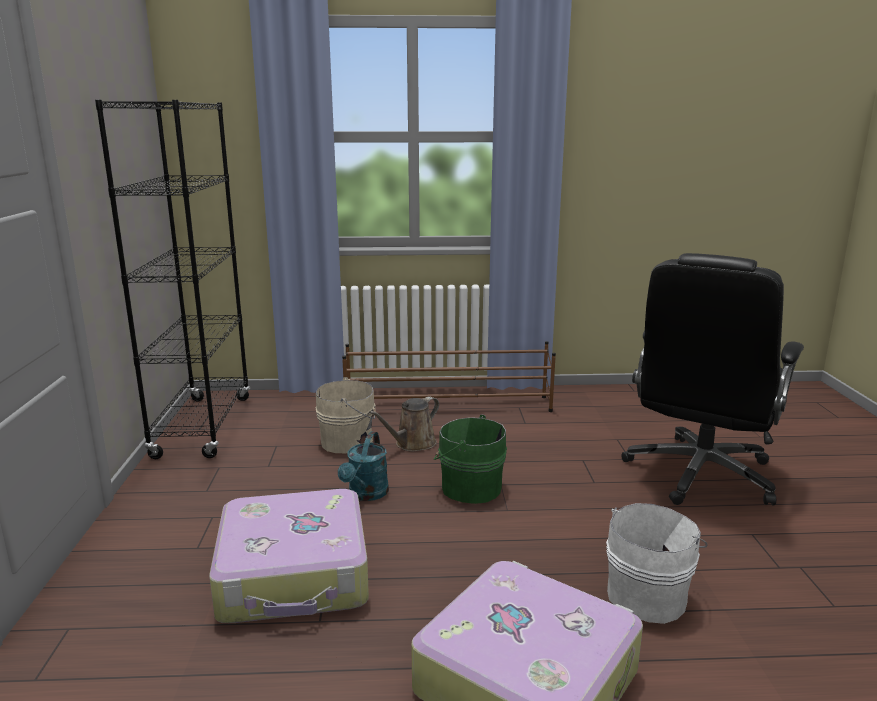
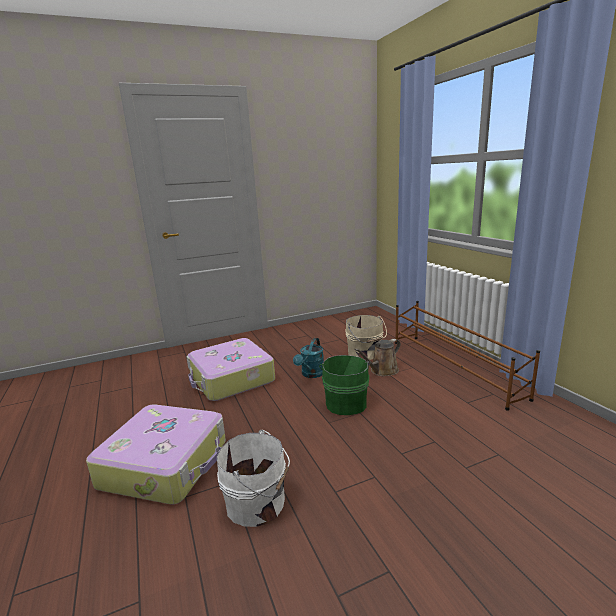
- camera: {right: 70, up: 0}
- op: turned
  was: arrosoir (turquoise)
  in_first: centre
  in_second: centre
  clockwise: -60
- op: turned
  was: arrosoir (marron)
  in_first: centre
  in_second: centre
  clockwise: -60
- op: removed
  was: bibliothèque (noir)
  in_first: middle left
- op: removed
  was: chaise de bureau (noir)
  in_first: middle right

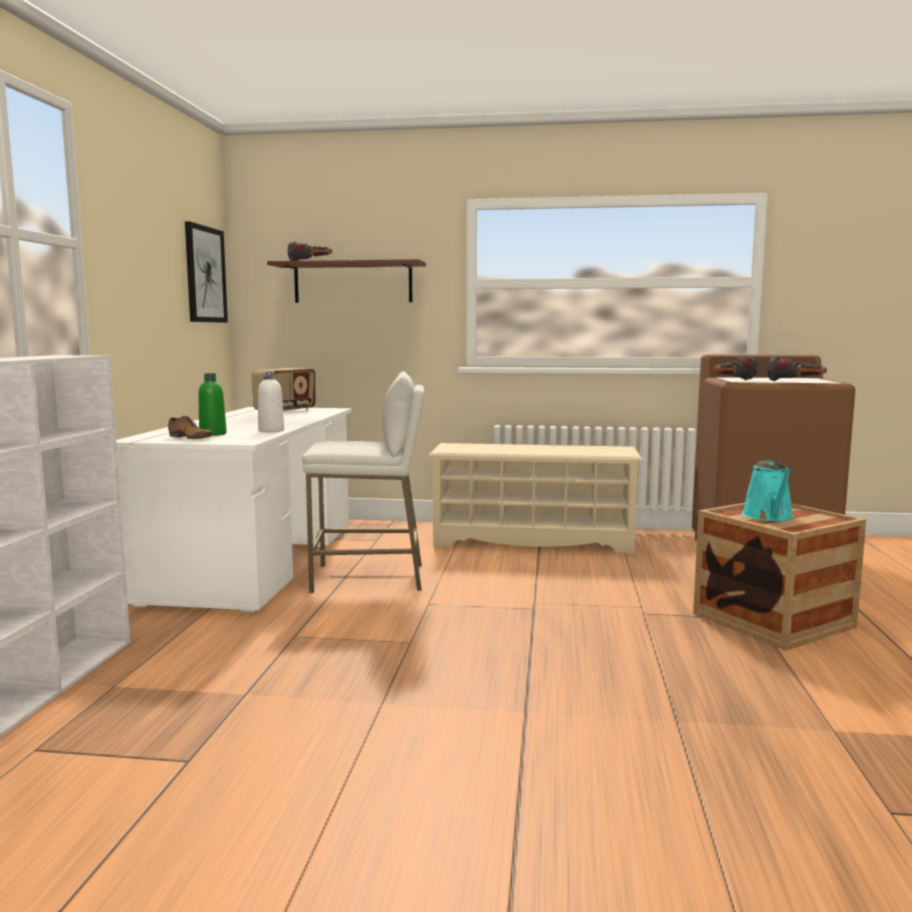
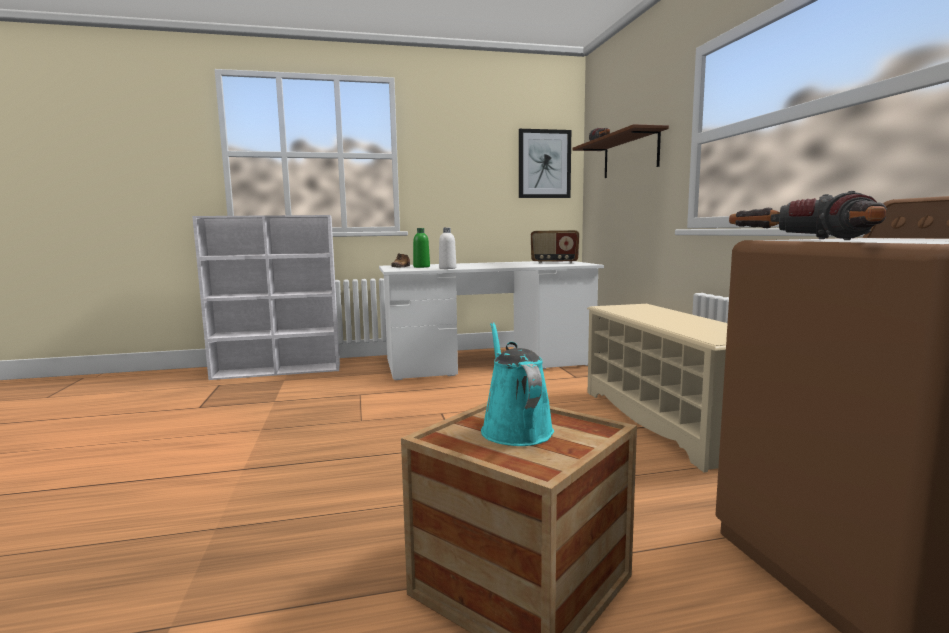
- camera: {right: 70, up: 0}
- op: turned
  was: arrosoir (turquoise)
  in_first: middle right
  in_second: centre
  clockwise: 90
- op: removed
  was: tabouret (blanc)
  in_first: centre

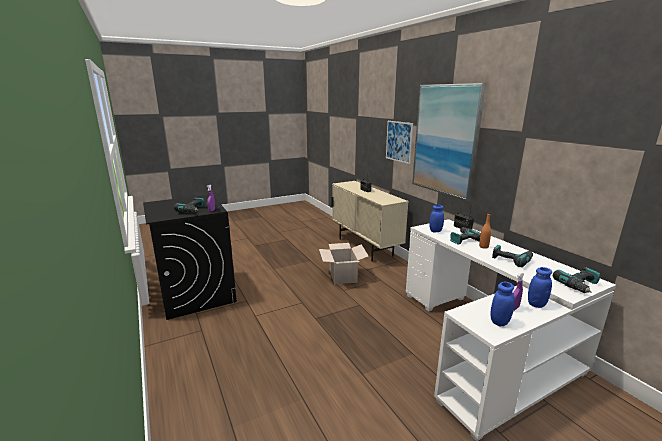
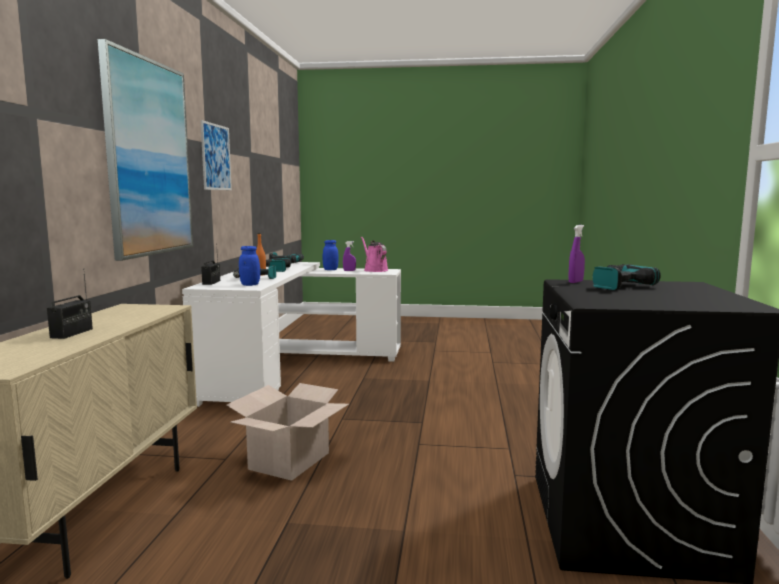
- camera: {right: -145, up: -10}
- op: moved
  was: tableau (1st from left in the first image)
  now: tableau (2nd from left)
  in_first: top centre
  in_second: top left
- op: replaced
  was: bocal (bleu) (2nd from left)
  now: arrosoir (rose)
  in_first: bottom right
  in_second: centre

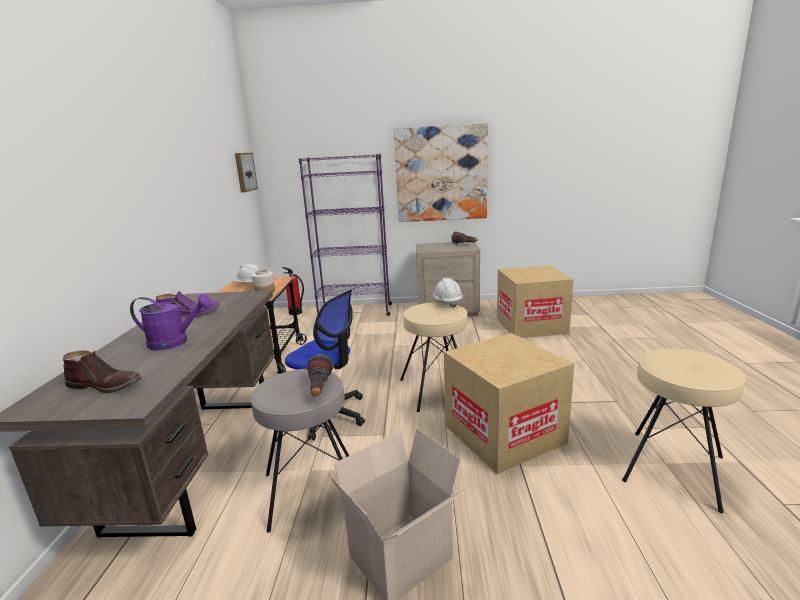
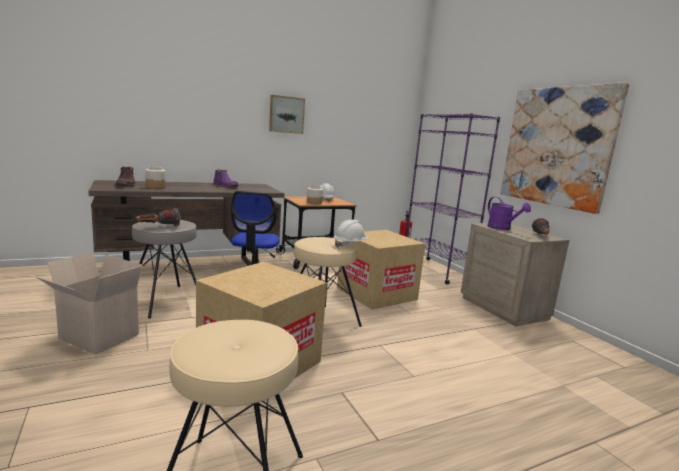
- camera: {right: 60, up: -5}
- op: added
  now: bocal (1st from left)
  in_second: middle left
- op: moved
  was: tableau (1st from left)
  in_first: top left
  in_second: top centre
- op: moved
  was: carton (3rd from left)
  in_first: middle right
  in_second: centre
- op: moved
  was: arrosoir (violet)
  in_first: middle left
  in_second: middle right

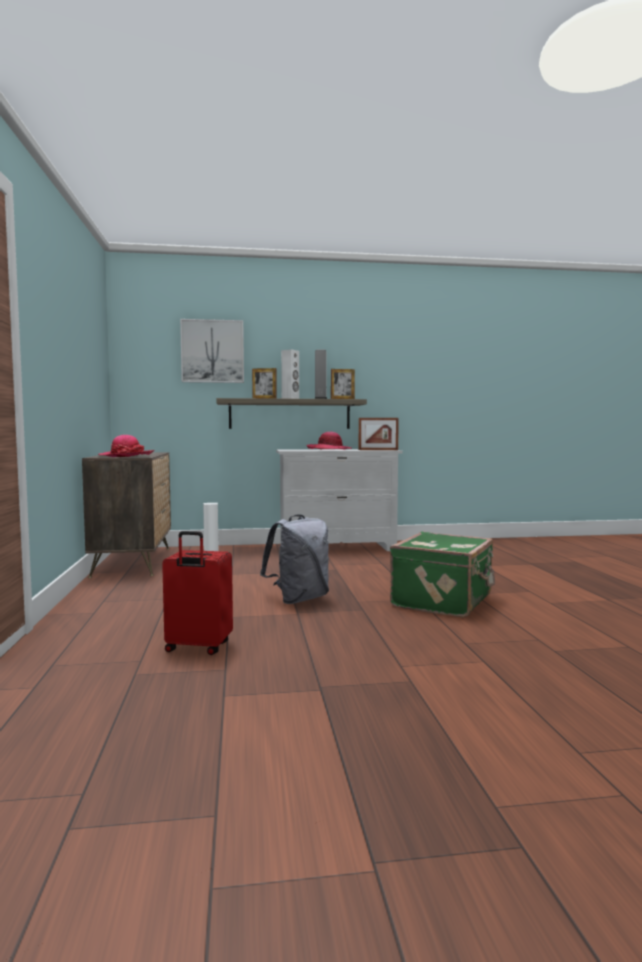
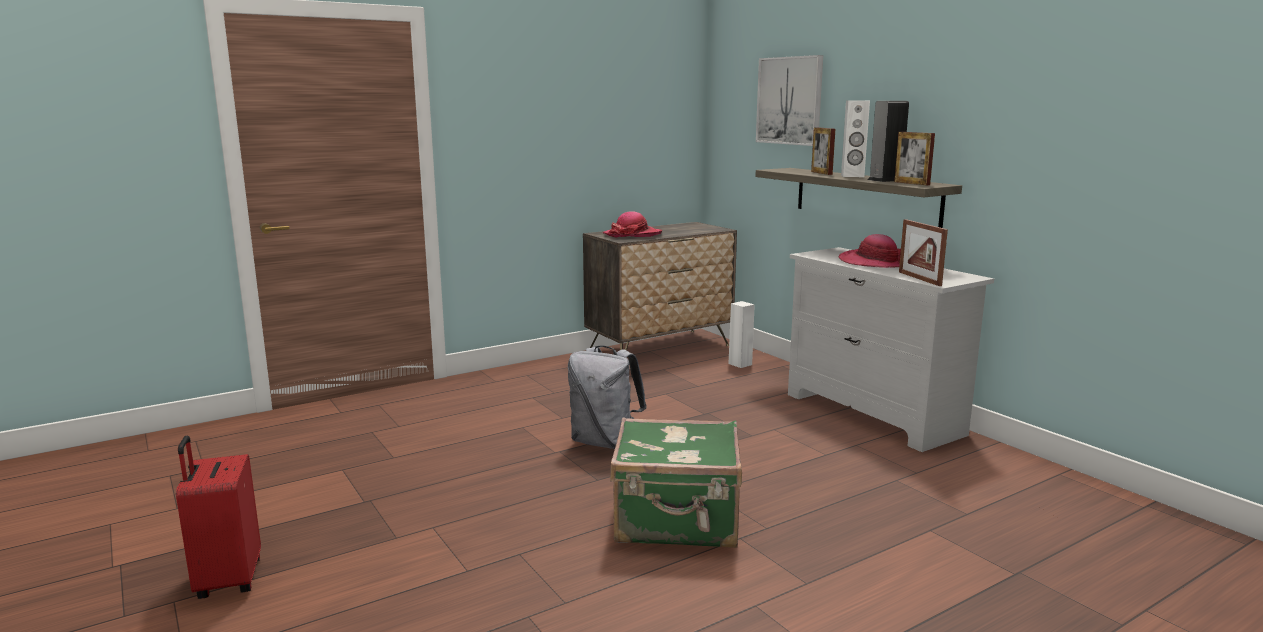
- camera: {right: 65, up: 10}
- op: moved
  was: valise (rouge)
  in_first: middle left
  in_second: bottom left

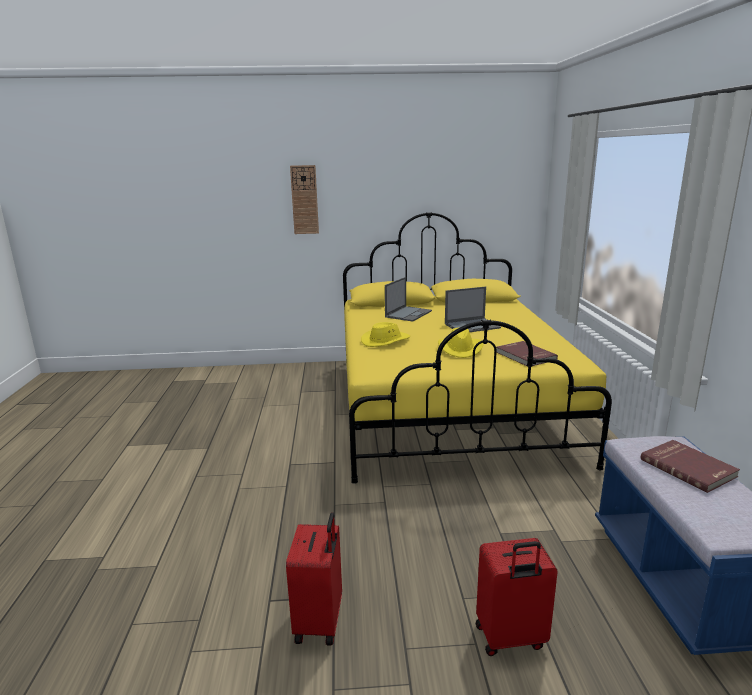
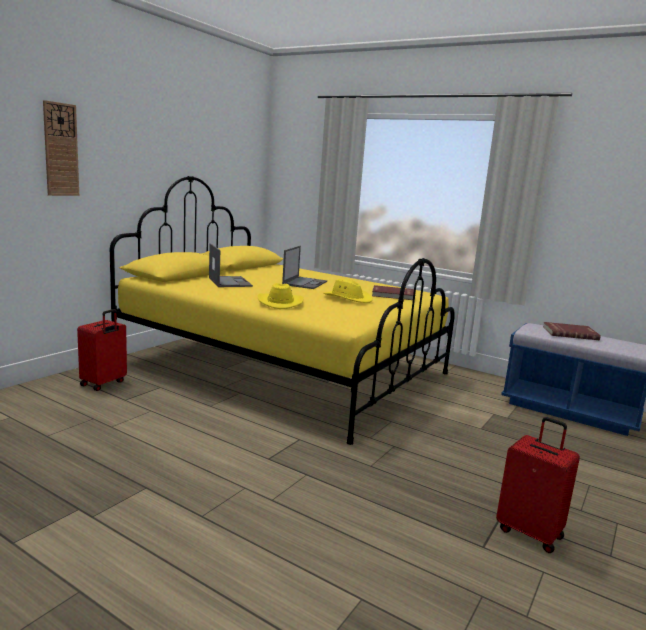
- camera: {right: -55, up: -5}
- op: moved
  was: valise (rouge) (2nd from left in the first image)
  now: valise (rouge) (1st from left)
  in_first: bottom right
  in_second: middle left

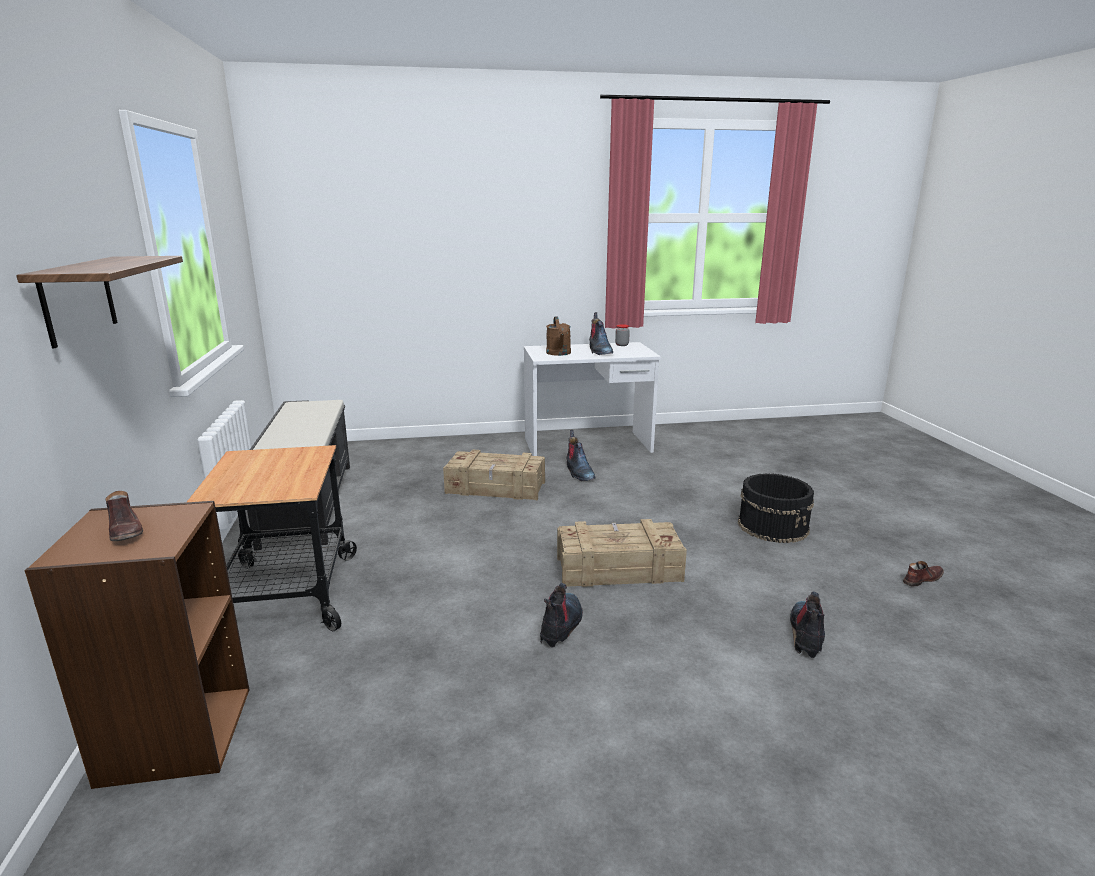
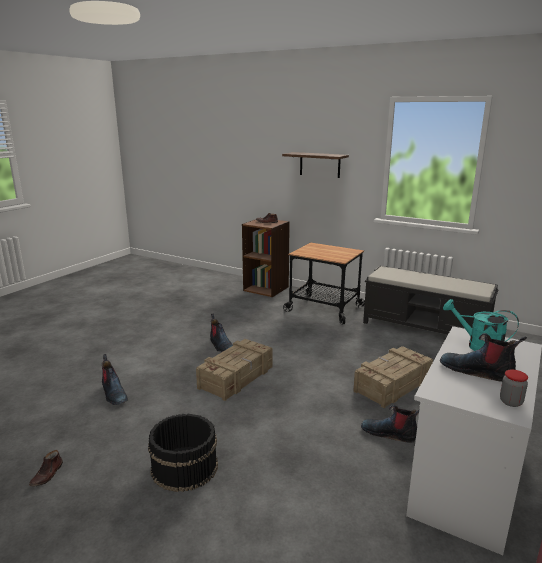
- camera: {right: 130, up: 0}
- op: recoloured
  was: arrosoir (marron)
  now: arrosoir (turquoise)
  in_first: centre
  in_second: middle right

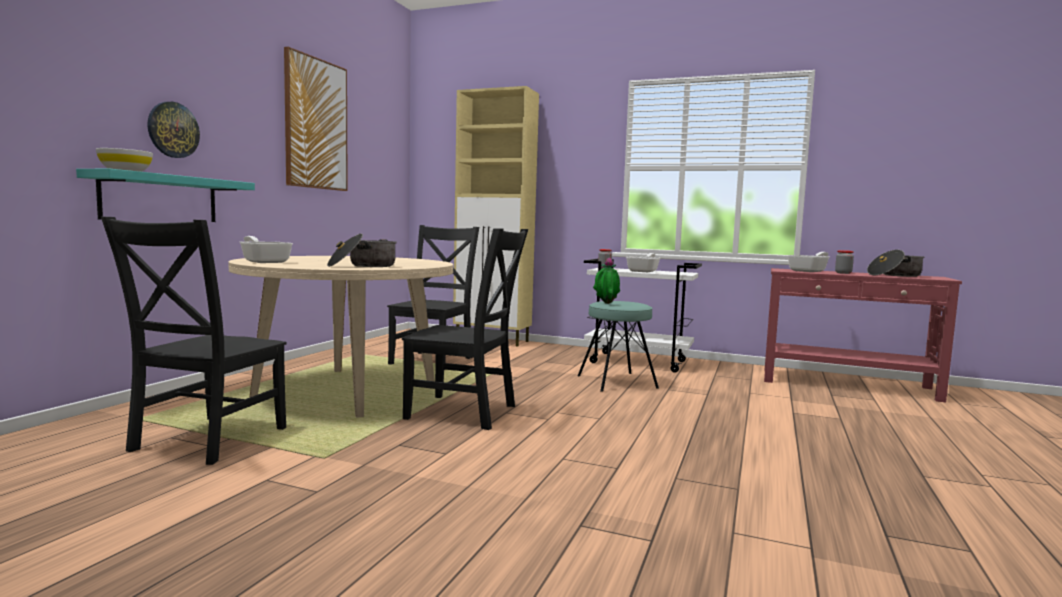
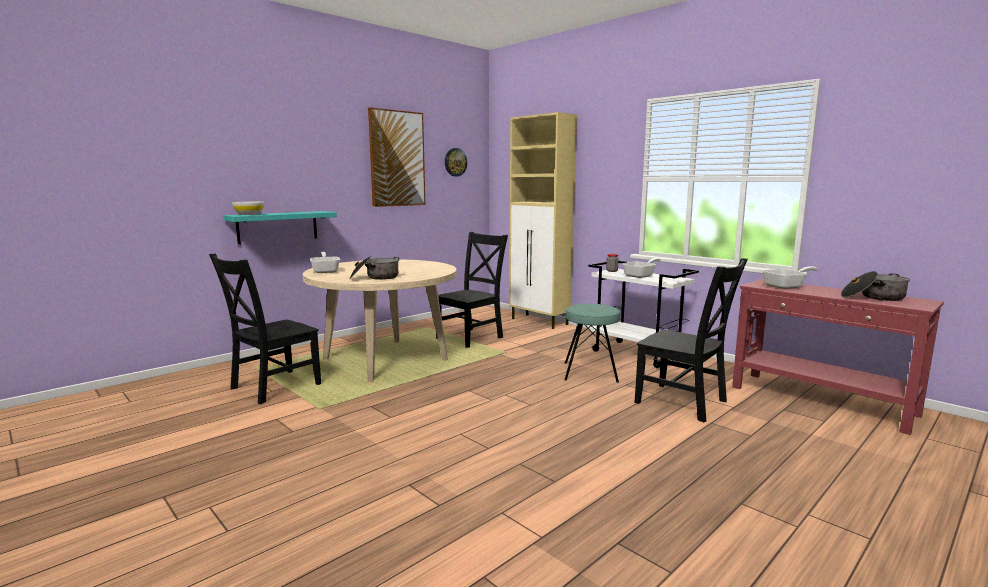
- camera: {right: 25, up: 5}
- op: moved
  was: horloge murale
  in_first: top left
  in_second: top centre
- op: moved
  was: chaise (noir) (3rd from left)
  in_first: centre
  in_second: middle right
- op: removed
  was: plante en pot
  in_first: centre
- op: removed
  was: bocal (2nd from left)
  in_first: middle right

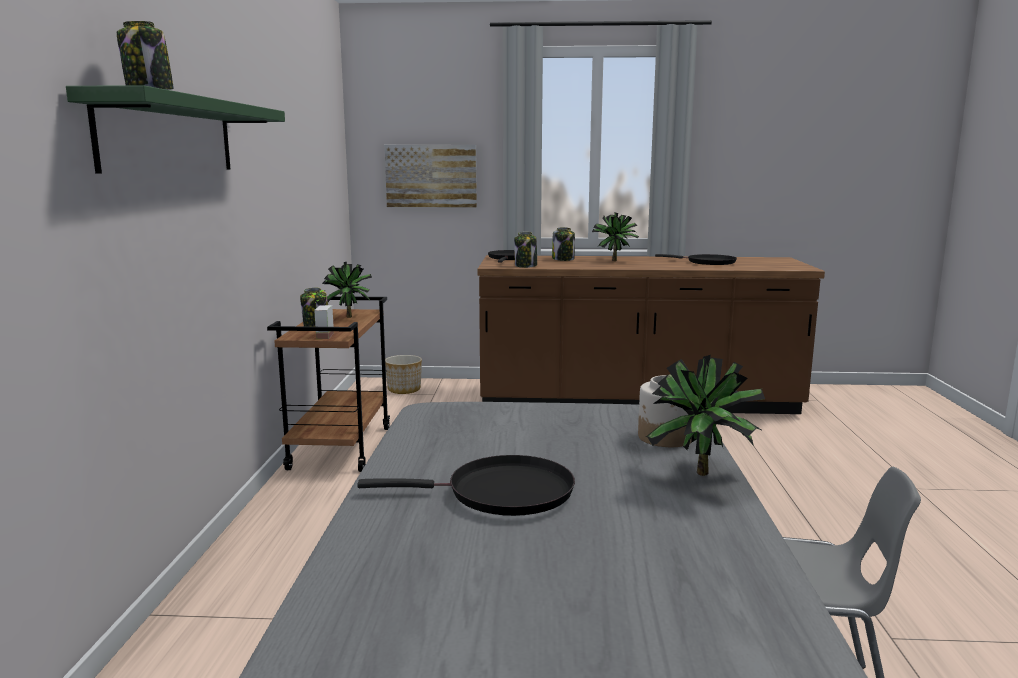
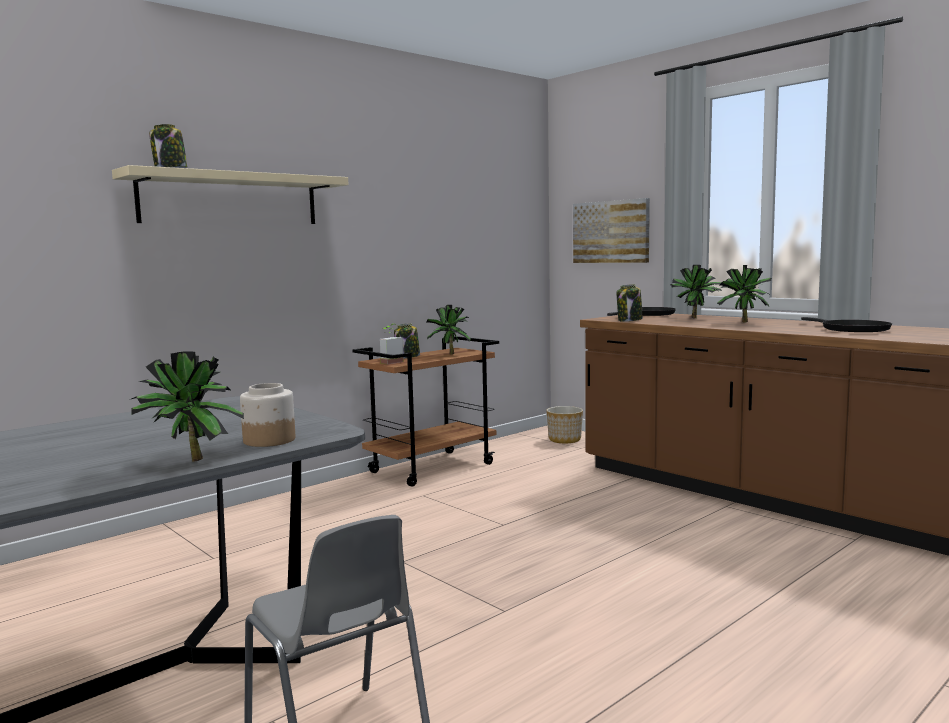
- camera: {right: 45, up: -5}
- op: recoloured
  was: étagère (vert)
  now: étagère (beige)
  in_first: top left
  in_second: top left
- op: replaced
  was: bocal (4th from left)
  now: plante en pot (4th from left)
  in_first: centre
  in_second: middle right
- op: removed
  was: poêle (noir) (1st from left)
  in_first: bottom centre

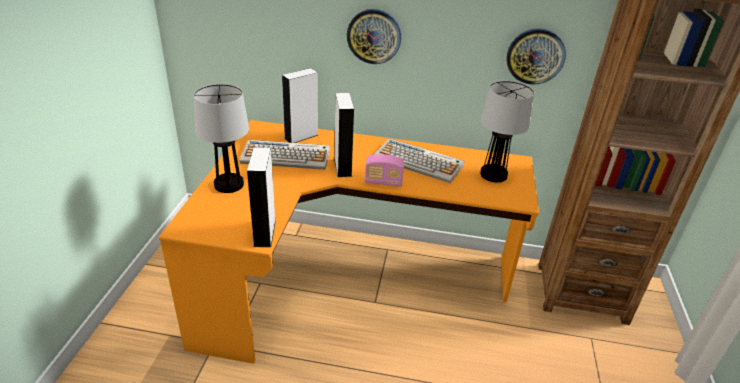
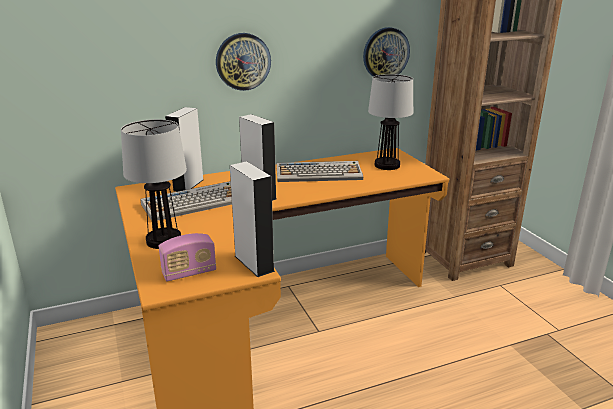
- camera: {right: -30, up: -10}
- op: moved
  was: radio
  in_first: centre
  in_second: middle left

